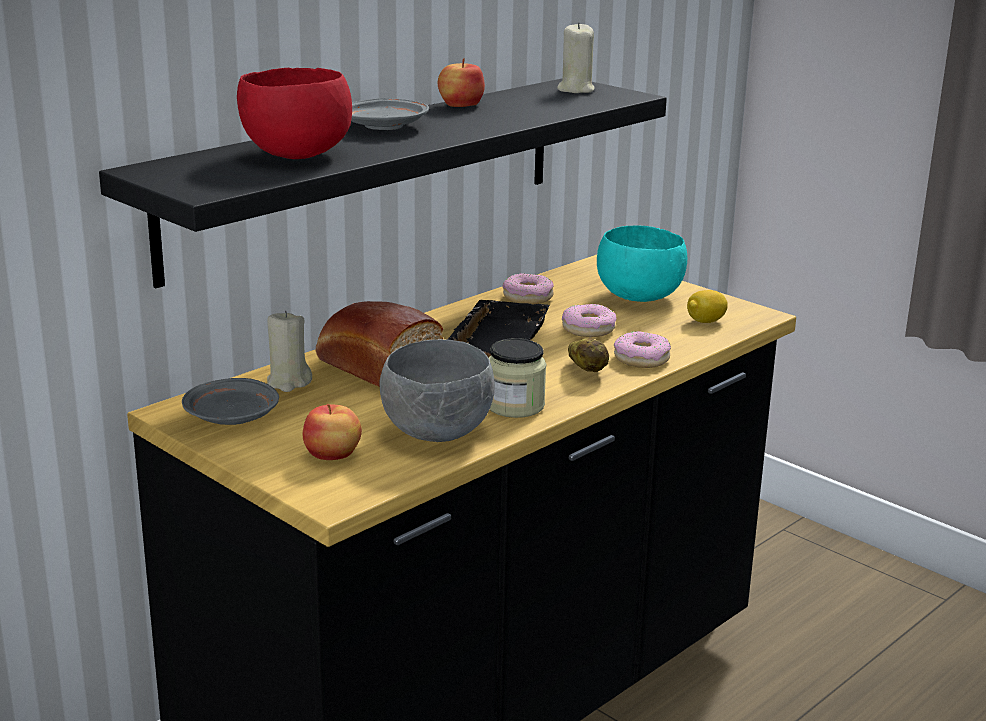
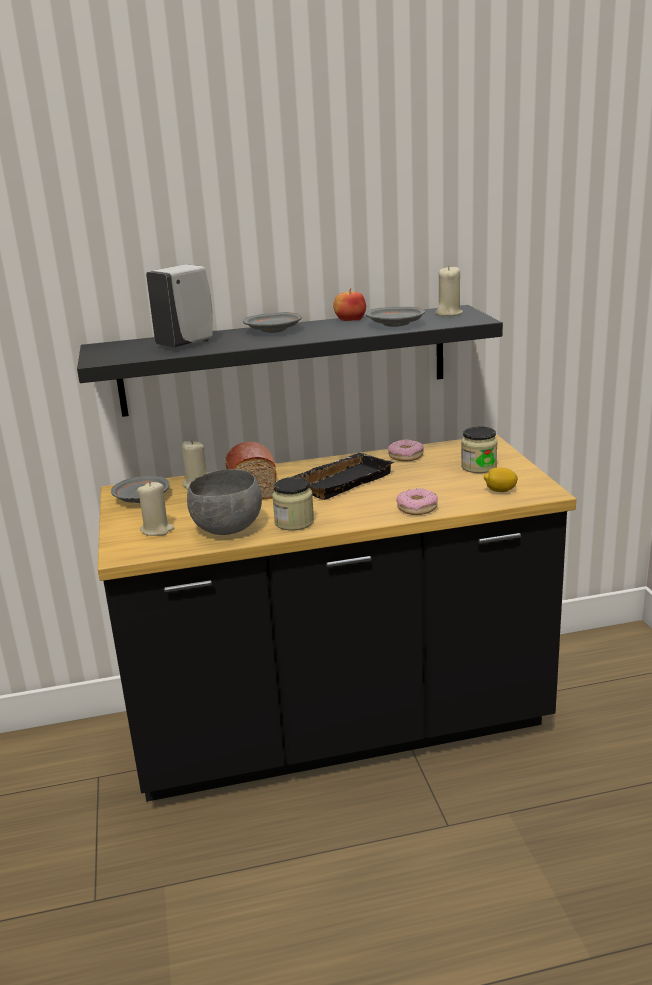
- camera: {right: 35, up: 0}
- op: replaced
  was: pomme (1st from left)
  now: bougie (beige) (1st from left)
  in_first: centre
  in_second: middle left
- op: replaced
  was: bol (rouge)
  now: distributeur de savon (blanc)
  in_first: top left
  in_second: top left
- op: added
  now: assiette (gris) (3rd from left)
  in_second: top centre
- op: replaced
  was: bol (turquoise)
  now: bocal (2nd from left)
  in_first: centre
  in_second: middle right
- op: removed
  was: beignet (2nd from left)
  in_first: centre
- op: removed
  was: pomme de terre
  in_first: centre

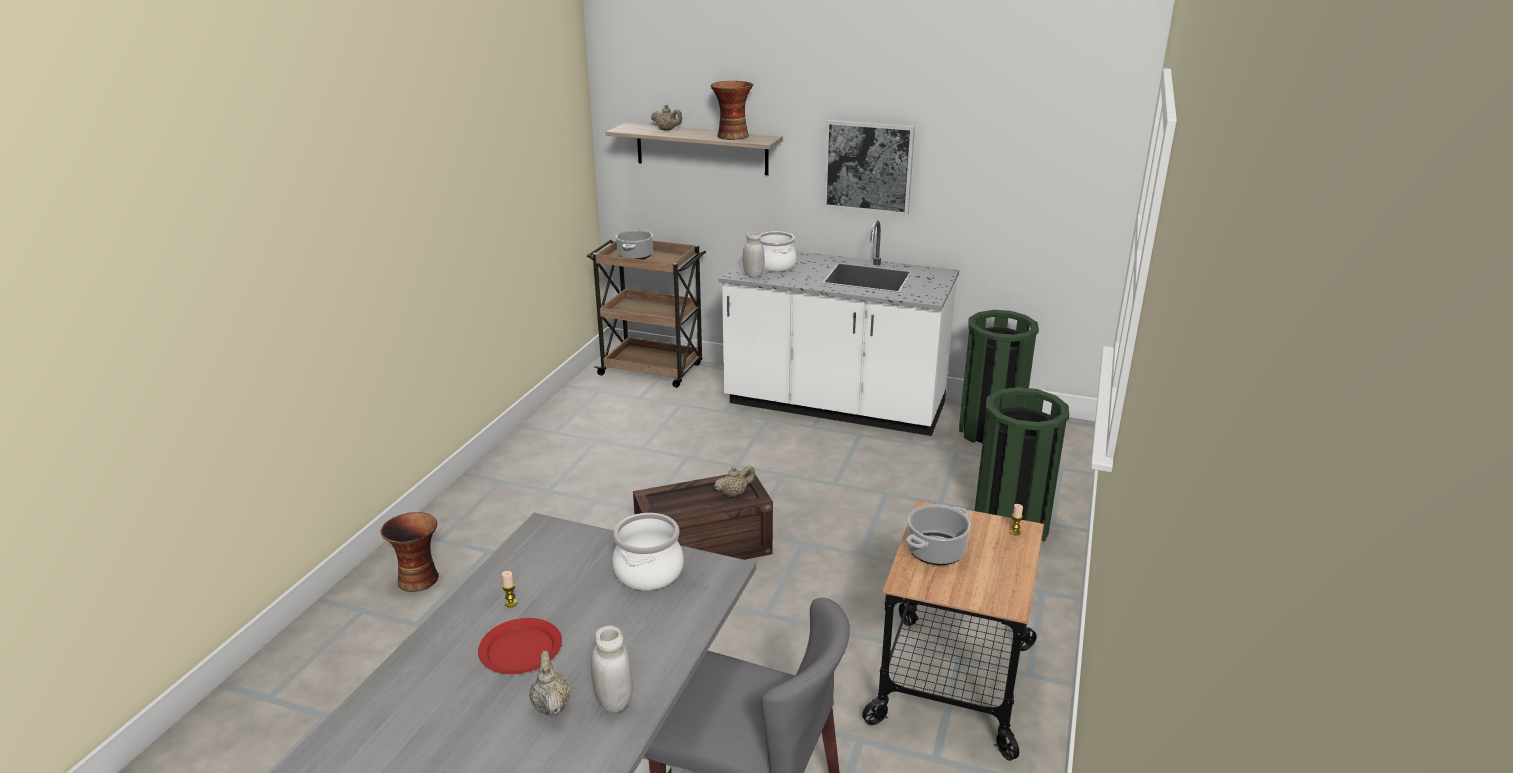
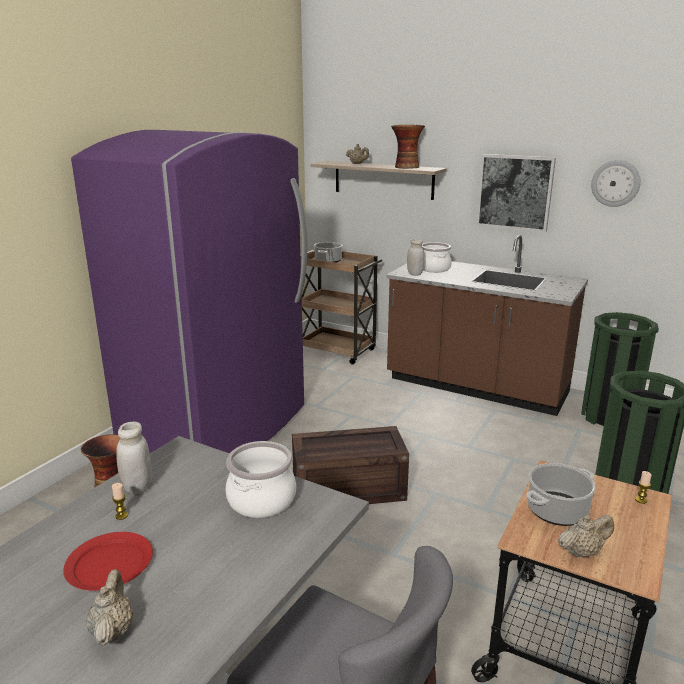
- camera: {right: 10, up: -5}
- op: added
  now: réfrigérateur (violet)
  in_second: middle left
- op: moved
  was: bocal (blanc) (1st from left)
  in_first: bottom centre
  in_second: bottom left
- op: recoloured
  was: comptoir de cuisine (blanc)
  now: comptoir de cuisine (marron)
  in_first: centre
  in_second: middle right
- op: moved
  was: théière (beige) (3rd from left)
  in_first: centre
  in_second: bottom right
- op: added
  now: horloge murale
  in_second: top right

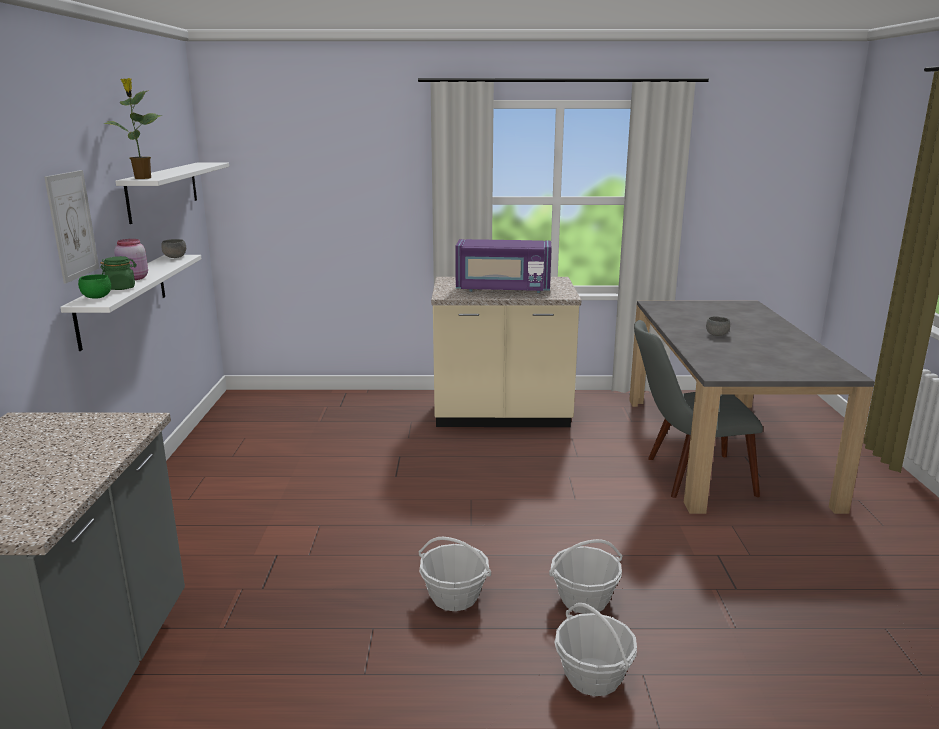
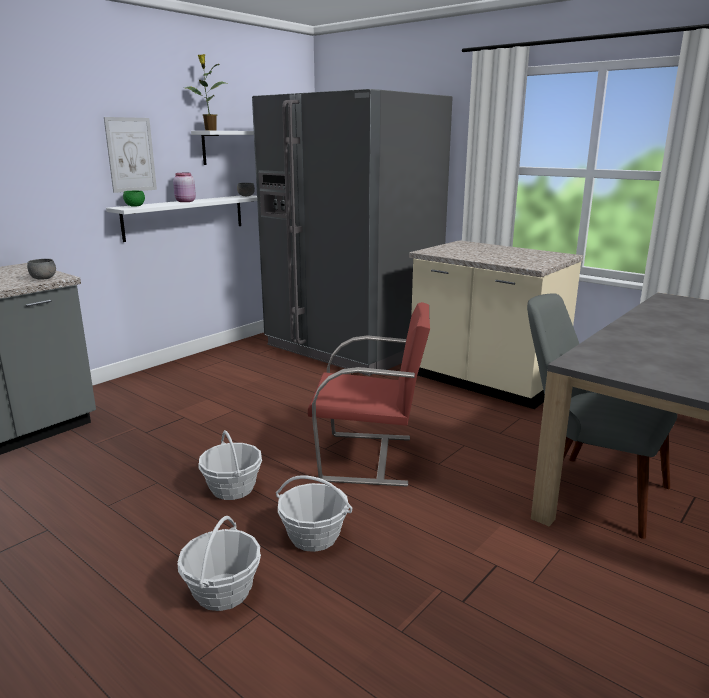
- camera: {right: 40, up: 0}
- op: moved
  was: bol (gris) (2nd from left in the first image)
  now: bol (gris) (1st from left)
  in_first: middle right
  in_second: middle left
- op: added
  now: réfrigérateur (gris)
  in_second: top centre
- op: added
  now: chaise (rouge)
  in_second: centre
- op: removed
  was: bocal (vert)
  in_first: middle left
- op: removed
  was: micro-ondes (violet)
  in_first: centre

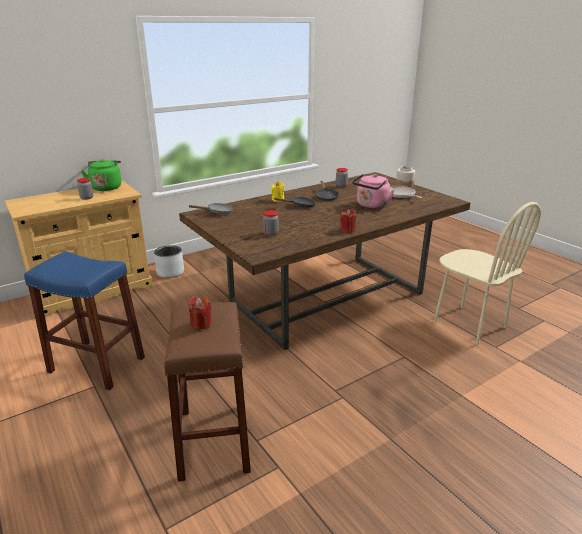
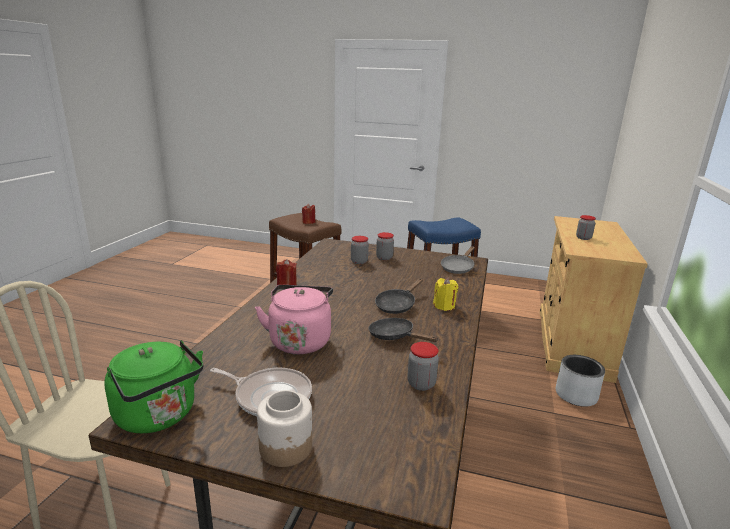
- camera: {right: 140, up: -5}
- op: moved
  was: bouilloire (vert)
  in_first: top left
  in_second: bottom left
- op: added
  now: bocal (3rd from left)
  in_second: centre

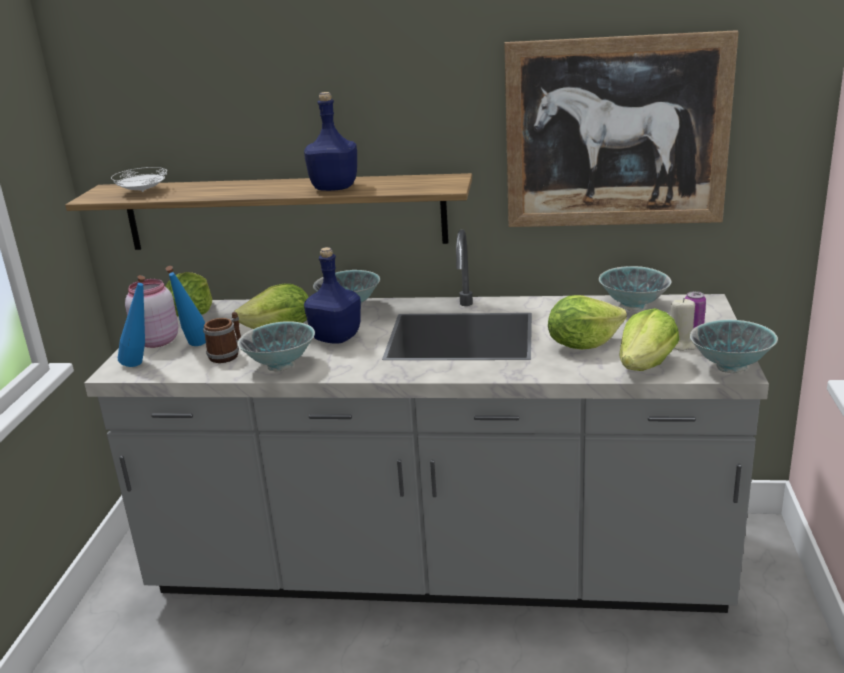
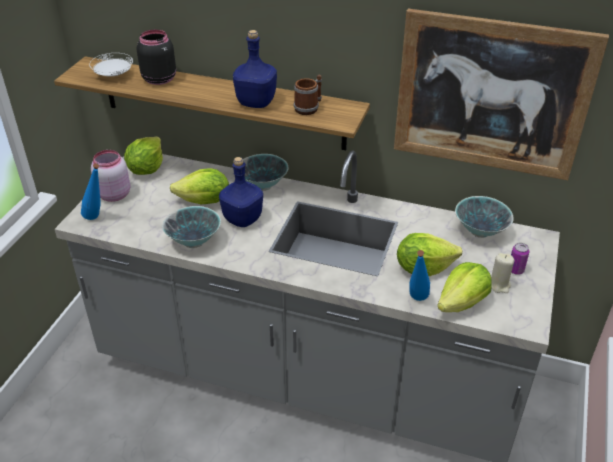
- camera: {right: 10, up: 15}
- op: added
  now: bocal (noir)
  in_second: top left
- op: moved
  was: mug
  in_first: middle left
  in_second: top centre
- op: moved
  was: bouteille (bleu) (2nd from left in the first image)
  now: bouteille (bleu) (4th from left)
  in_first: middle left
  in_second: middle right
- op: removed
  was: bol (4th from left)
  in_first: middle right

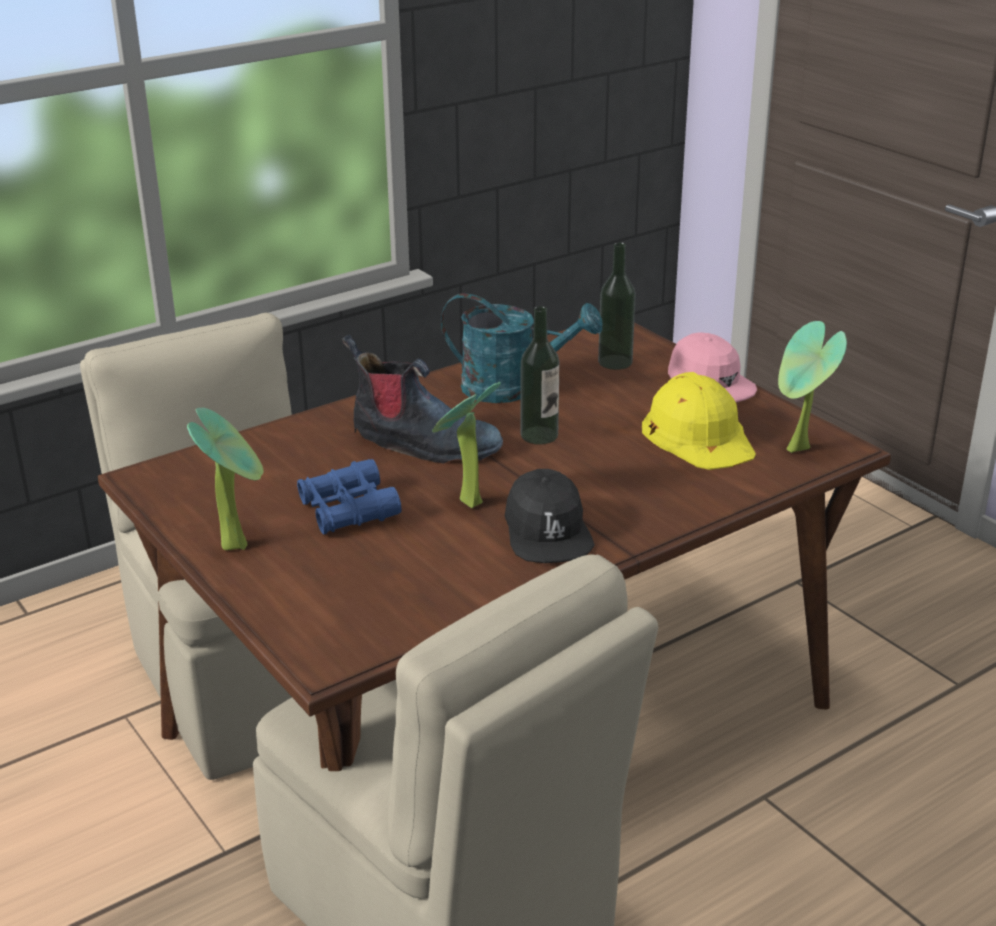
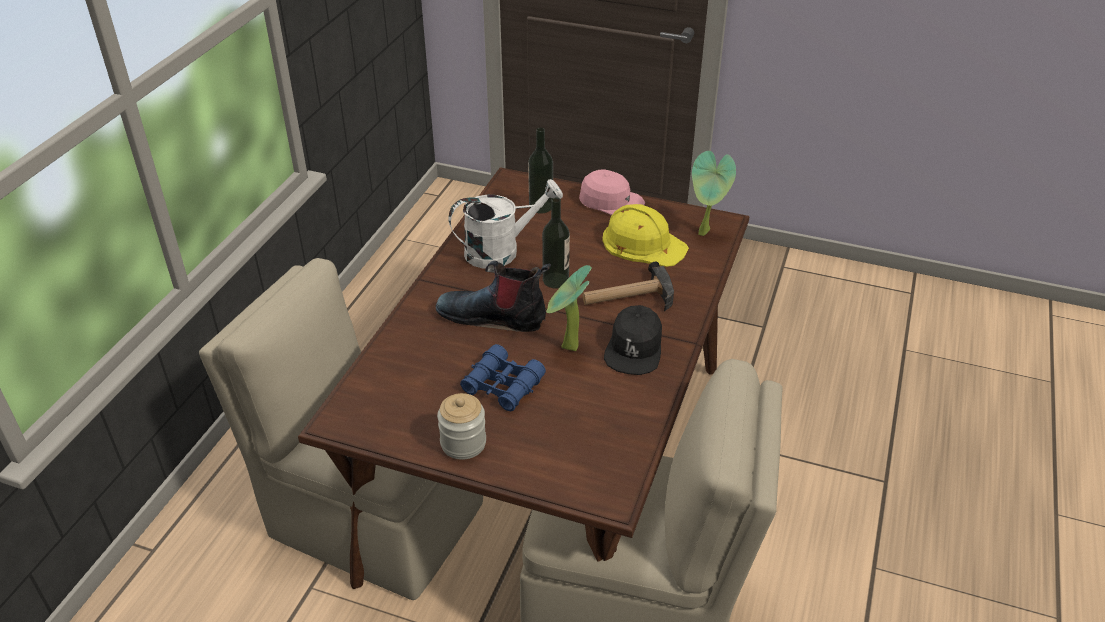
- camera: {right: -35, up: 10}
- op: turned
  was: botte
  in_first: centre
  in_second: centre
  clockwise: -150
- op: replaced
  was: plante en pot (1st from left)
  now: bocal
  in_first: middle left
  in_second: bottom centre
- op: recoloured
  was: arrosoir (turquoise)
  now: arrosoir (blanc)
  in_first: centre
  in_second: centre
- op: added
  now: marteau
  in_second: centre
- op: turned
  was: casquette (noir)
  in_first: centre
  in_second: centre
  clockwise: 60

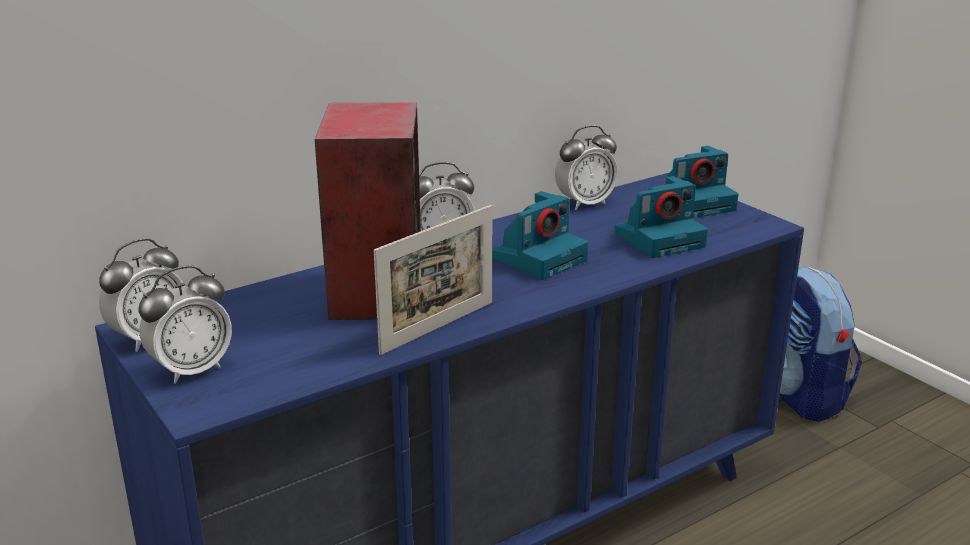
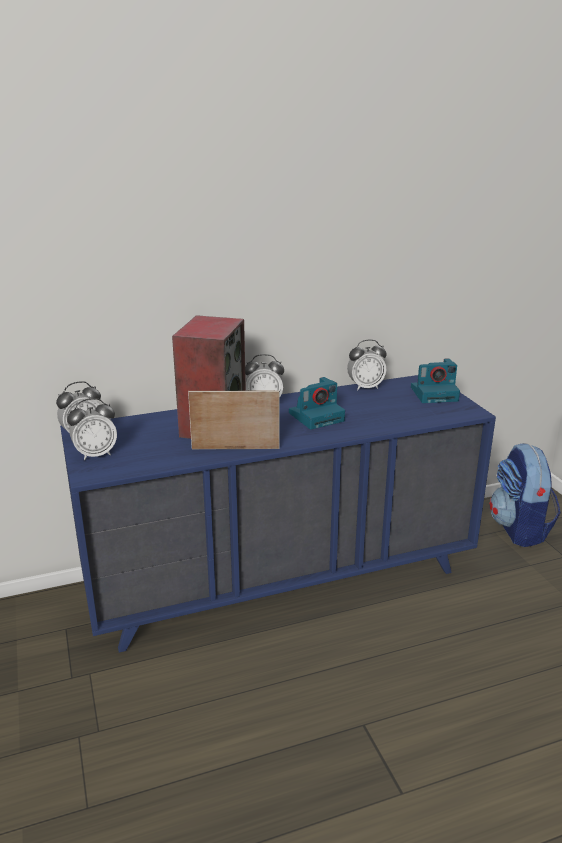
- camera: {right: 15, up: 0}
- op: turned
  was: cadre photo
  in_first: centre
  in_second: centre
  clockwise: -150
- op: removed
  was: appareil photo (2nd from left)
  in_first: middle right

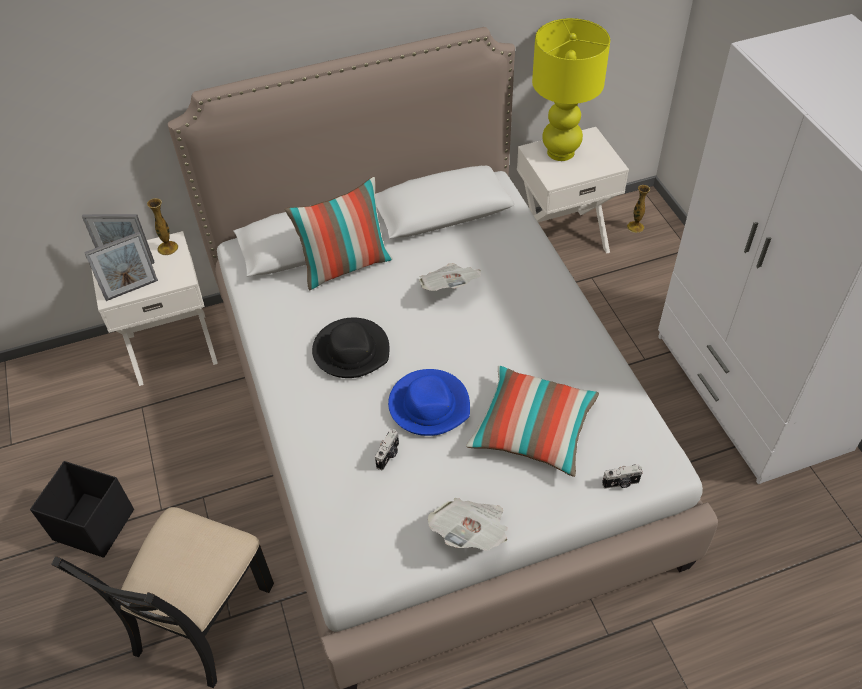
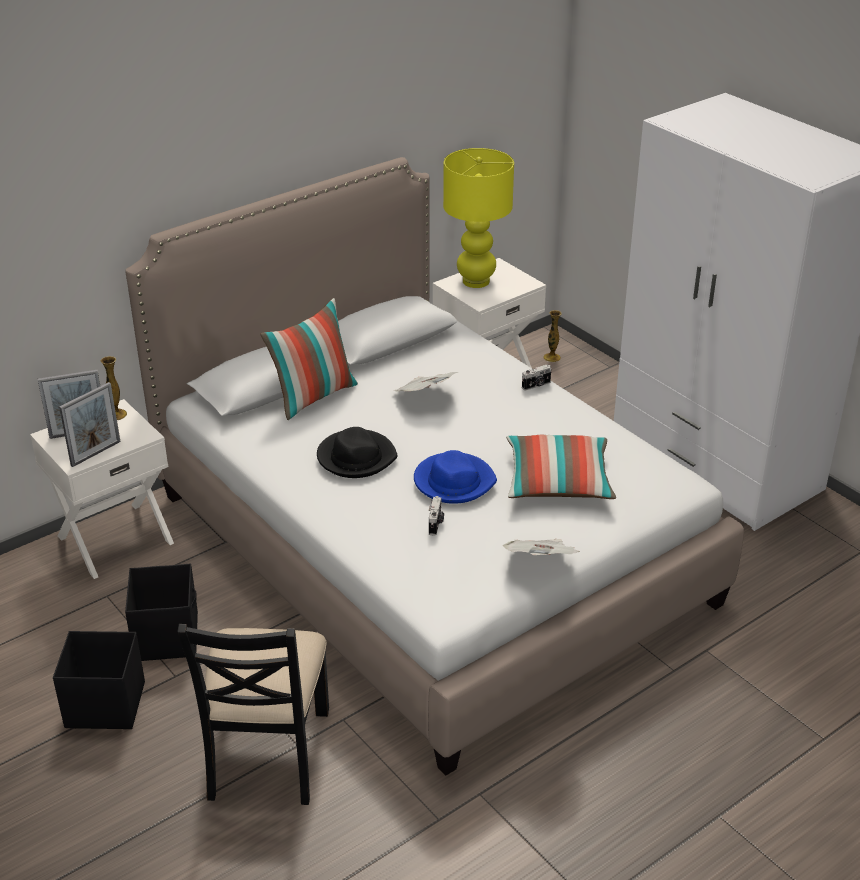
- camera: {right: -20, up: -15}
- op: added
  now: boîte de rangement (noir) (2nd from left)
  in_second: bottom left
- op: moved
  was: appareil photo (2nd from left)
  in_first: bottom right
  in_second: centre

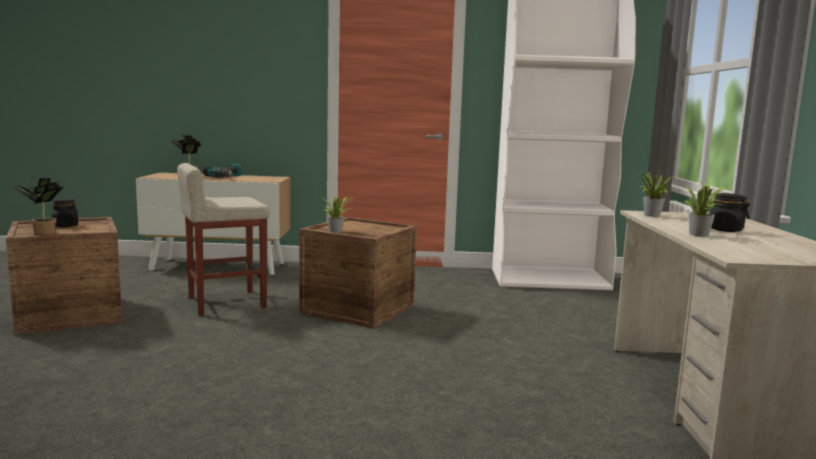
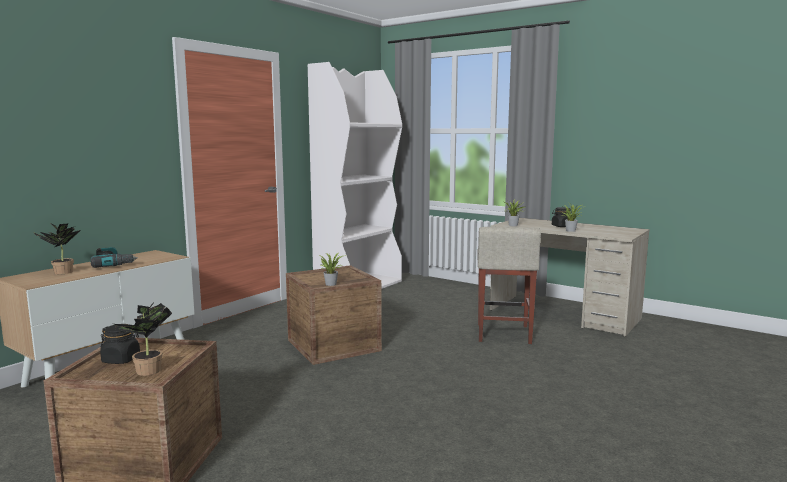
- camera: {right: -55, up: 0}
- op: moved
  was: tabouret (beige)
  in_first: middle left
  in_second: centre

